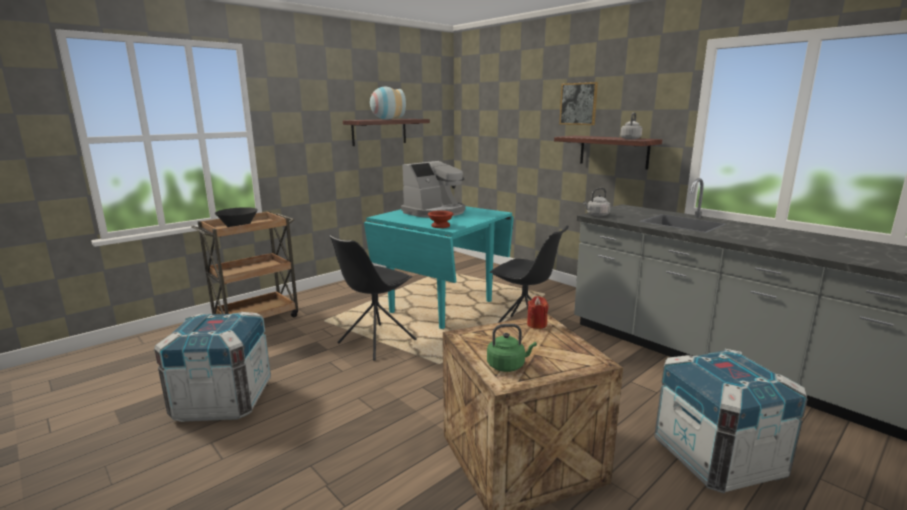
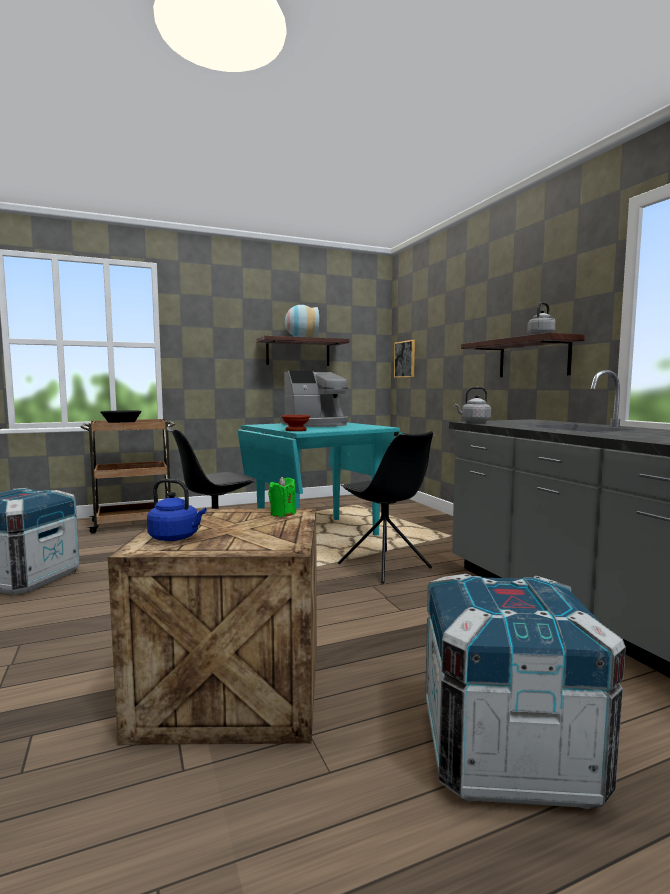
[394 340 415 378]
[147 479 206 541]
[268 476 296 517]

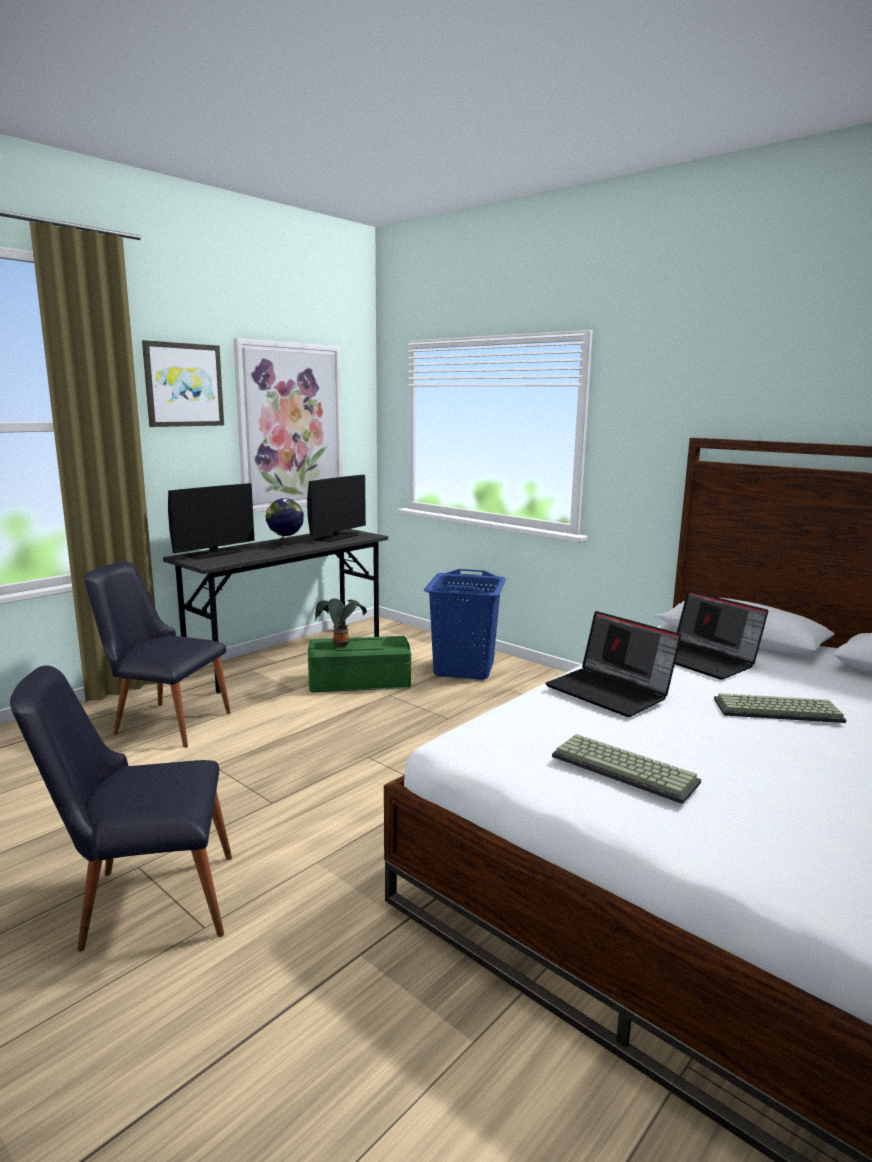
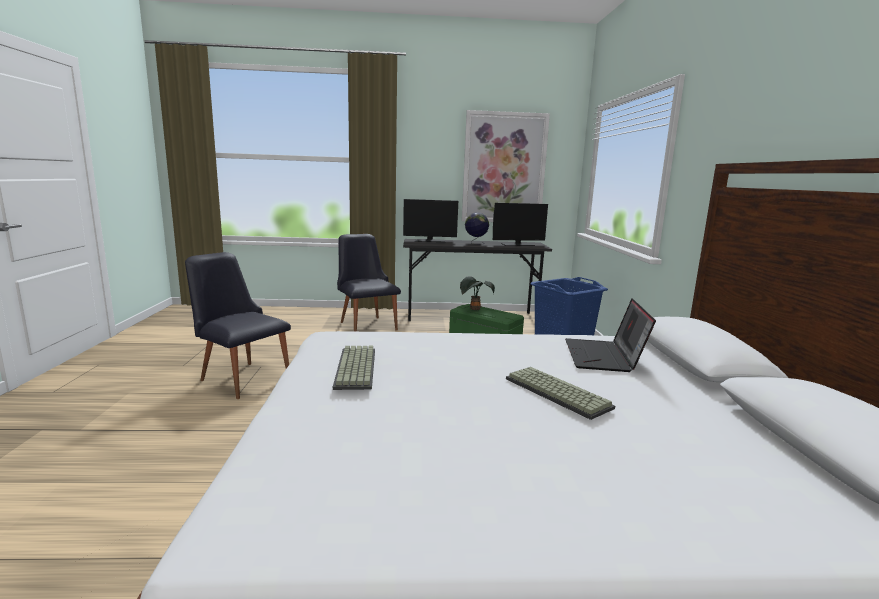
[142 340 224 427] (first image)
[545 611 681 717] (first image)

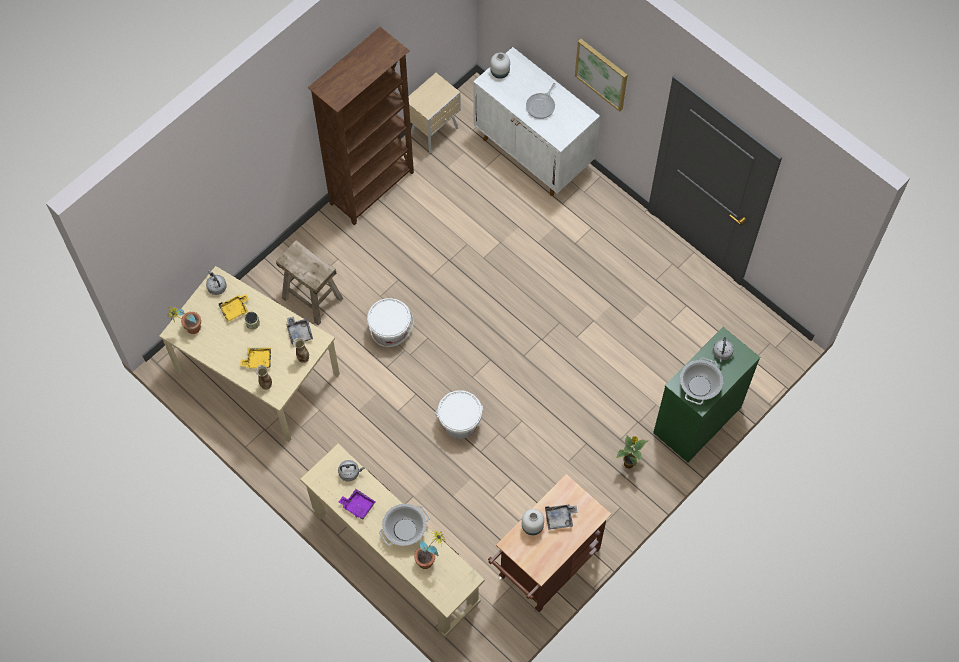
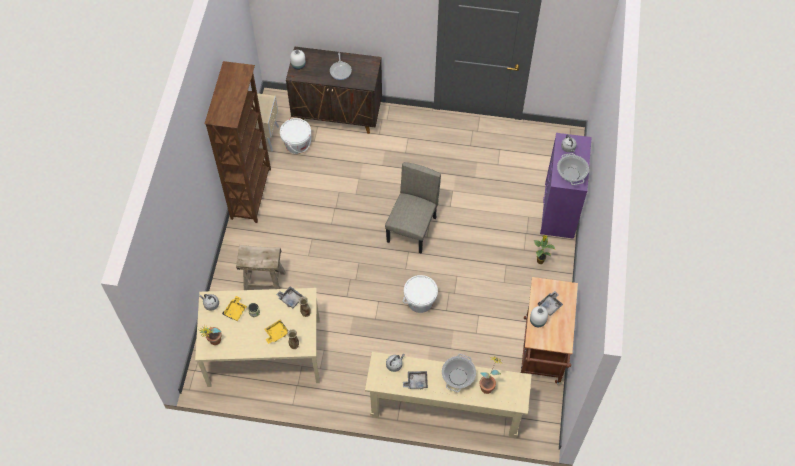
[575 39 627 112] (first image)
[385 162 441 253]
[280 118 311 154]
[403 371 428 389]
[286 47 382 134]
[540 133 592 239]

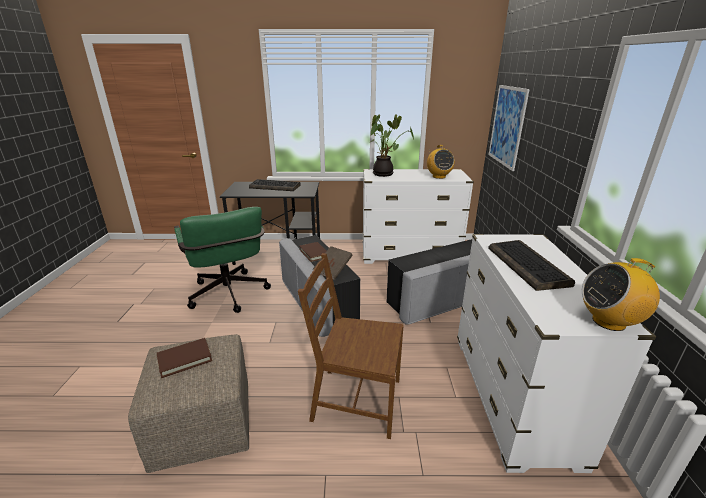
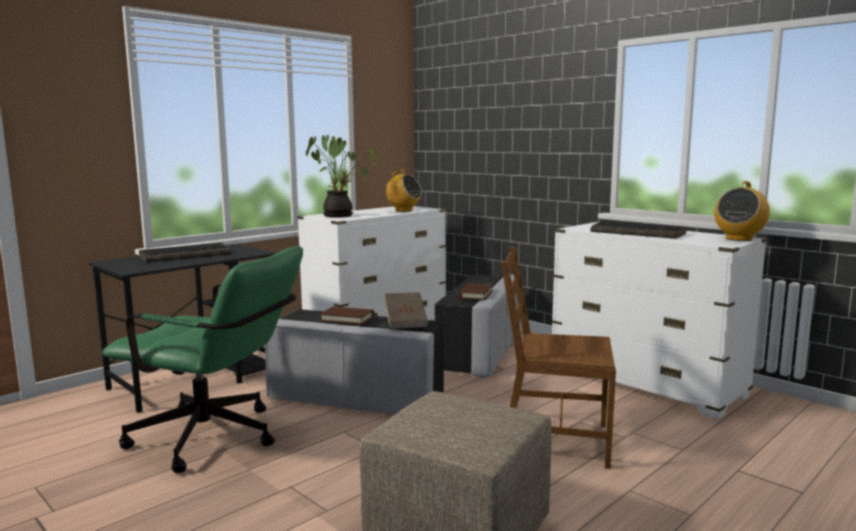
[489 85 530 171] (first image)
[458 284 493 300]
[501 247 616 469]

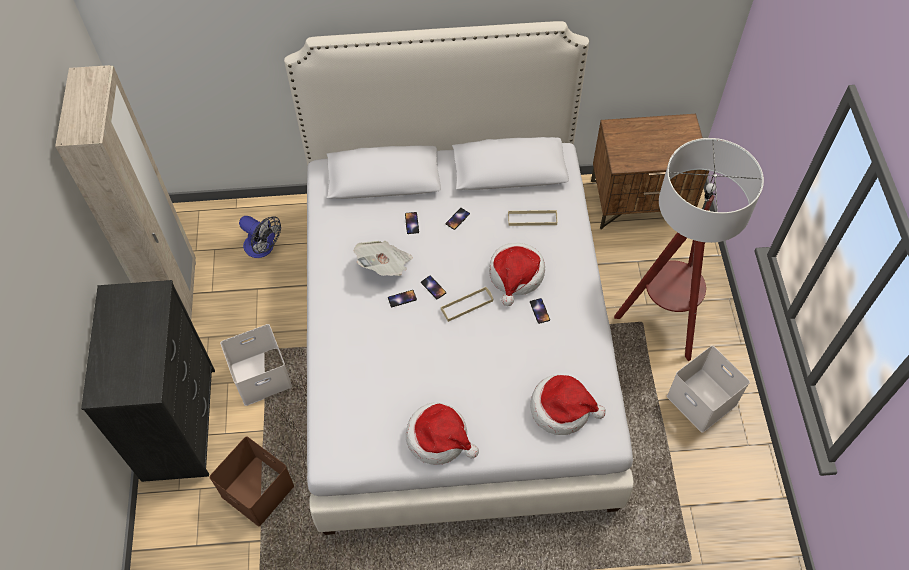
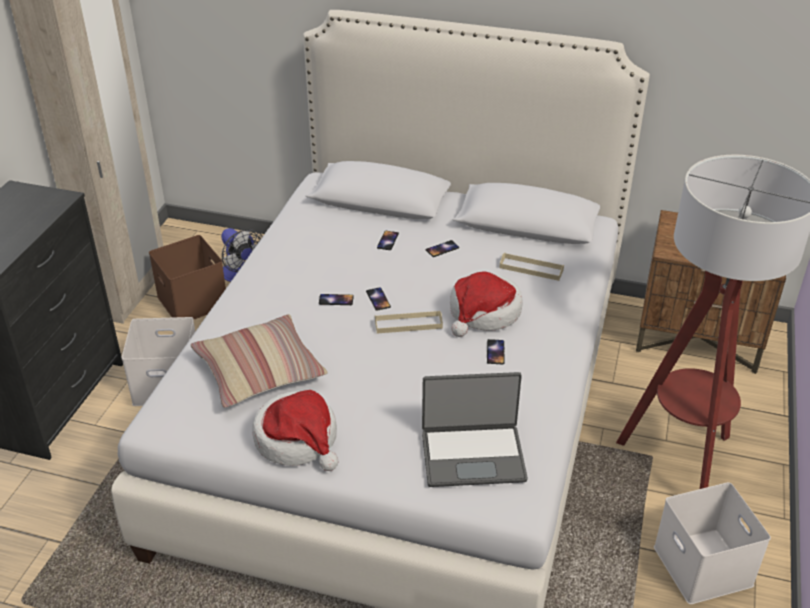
[354 241 413 276] (first image)
[191 314 327 408]
[149 235 226 319]
[422 372 528 487]

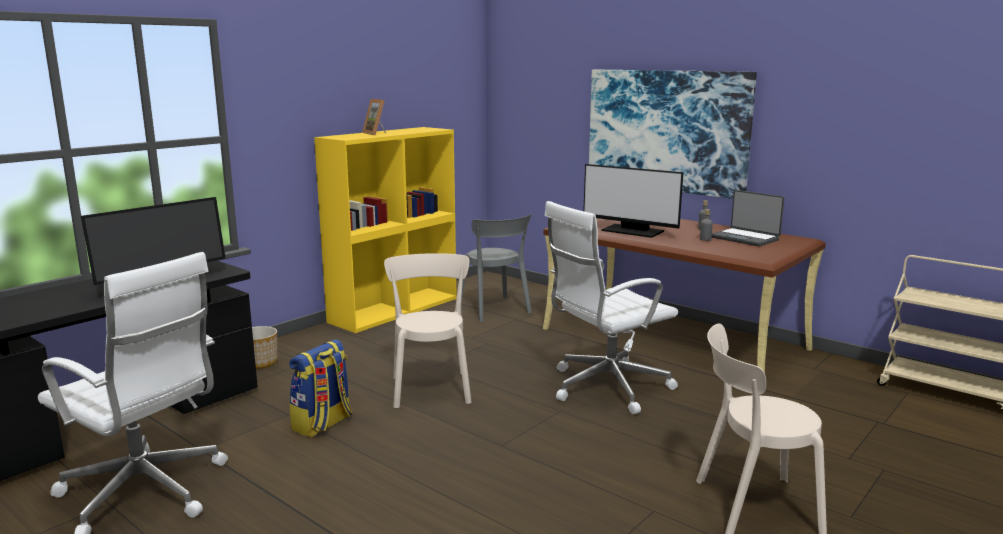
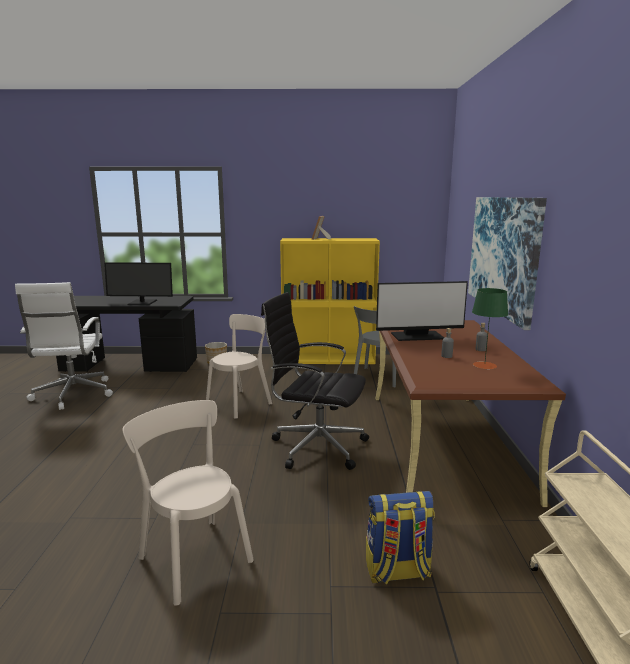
[366 491 435 585]
[472 288 508 369]
[261 292 369 470]
[376 281 468 341]

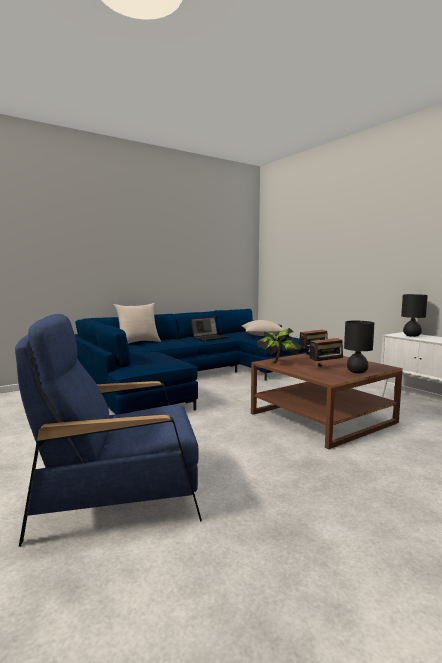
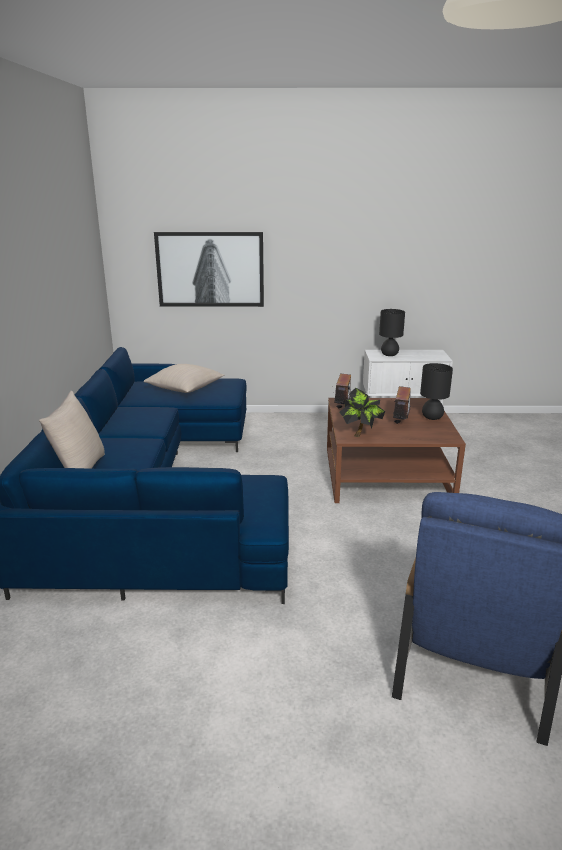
[191 317 229 341] (first image)
[154 232 264 307]

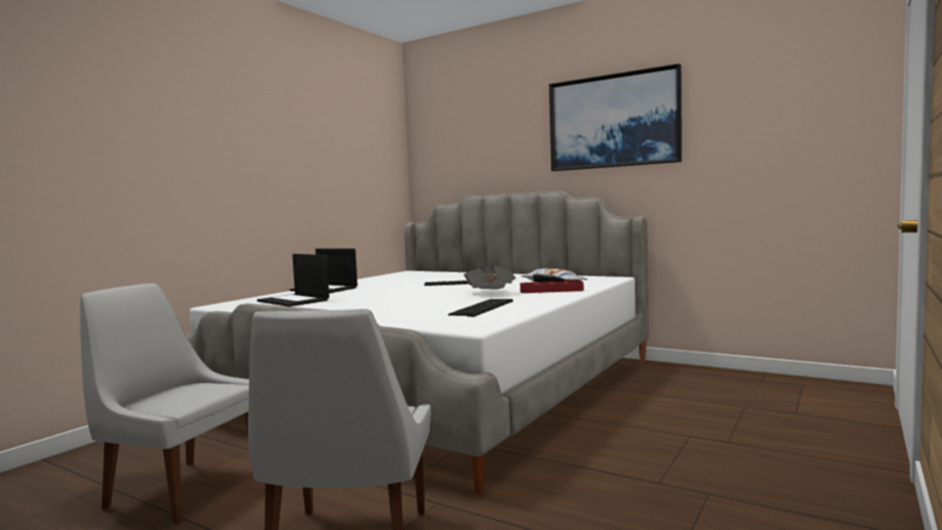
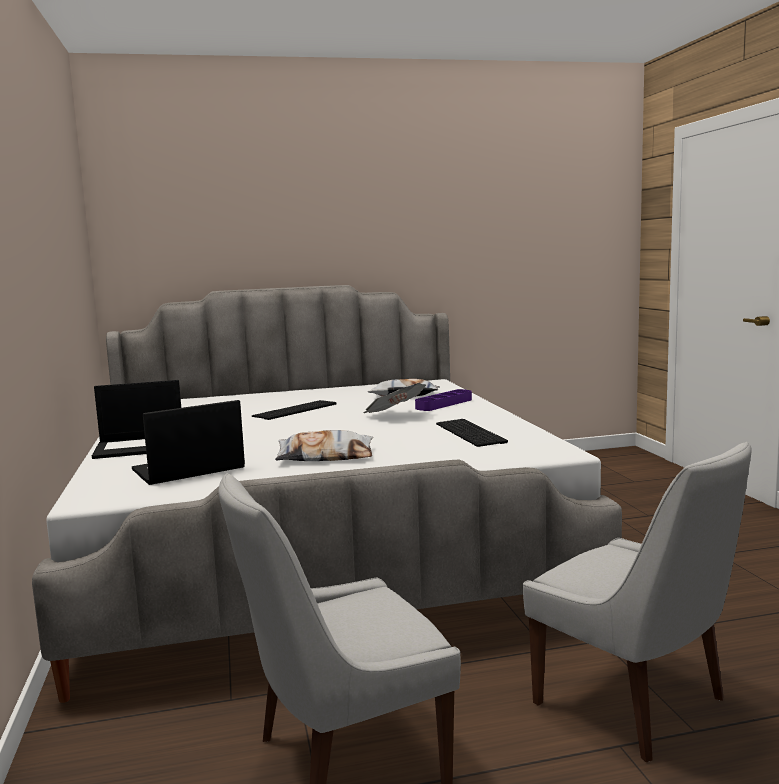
[549 64 682 171] (first image)
[275 430 373 461]
[415 389 472 411]
[132 400 245 485]

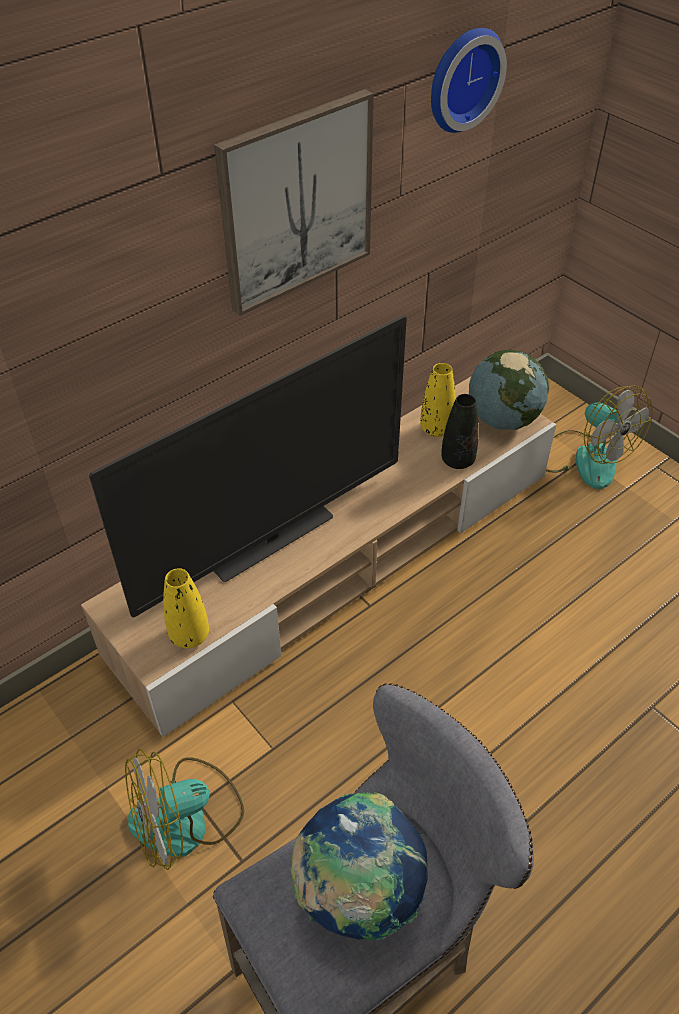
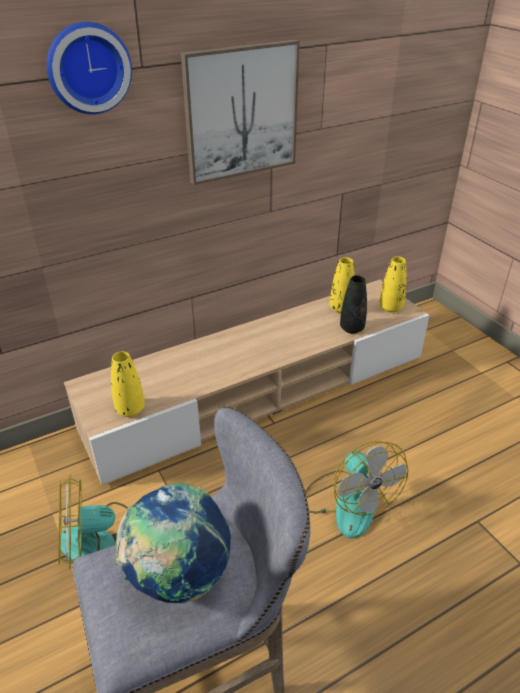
[89 316 407 617] (first image)
[47 22 132 114]
[305 441 408 539]
[380 256 407 313]

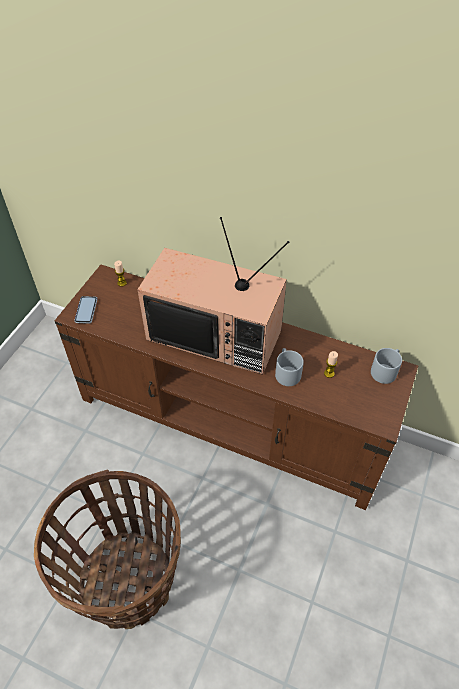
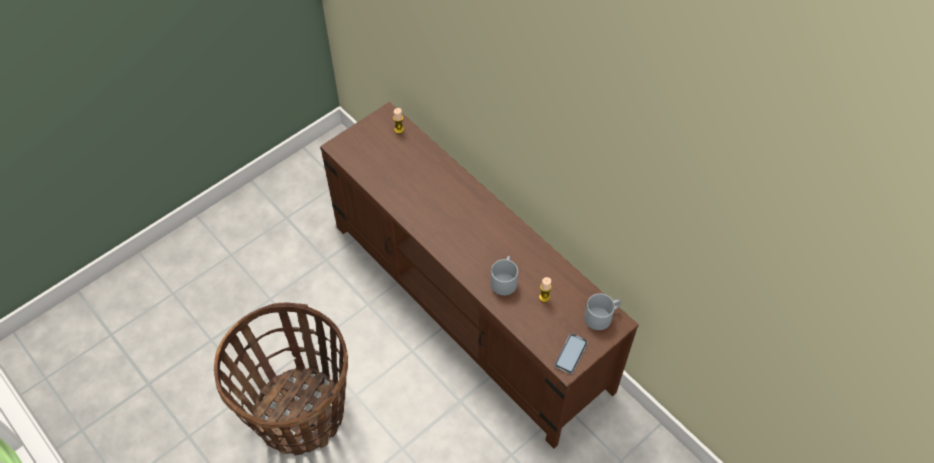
[137 217 290 375] (first image)
[554 334 588 374]

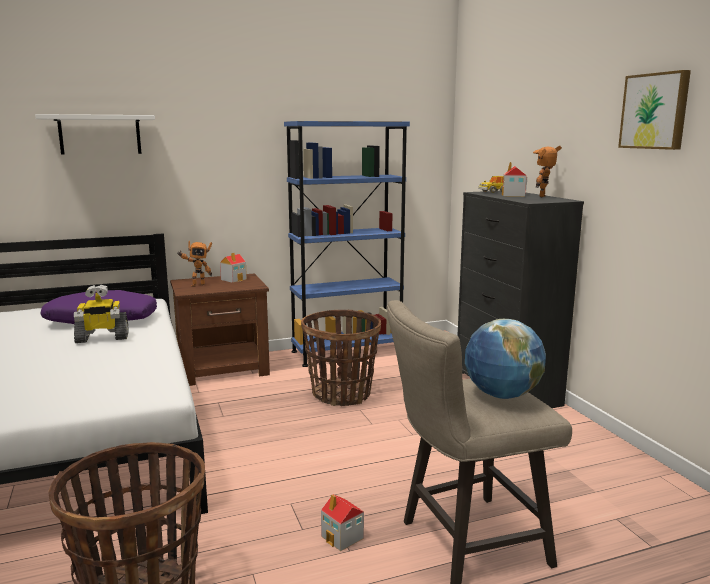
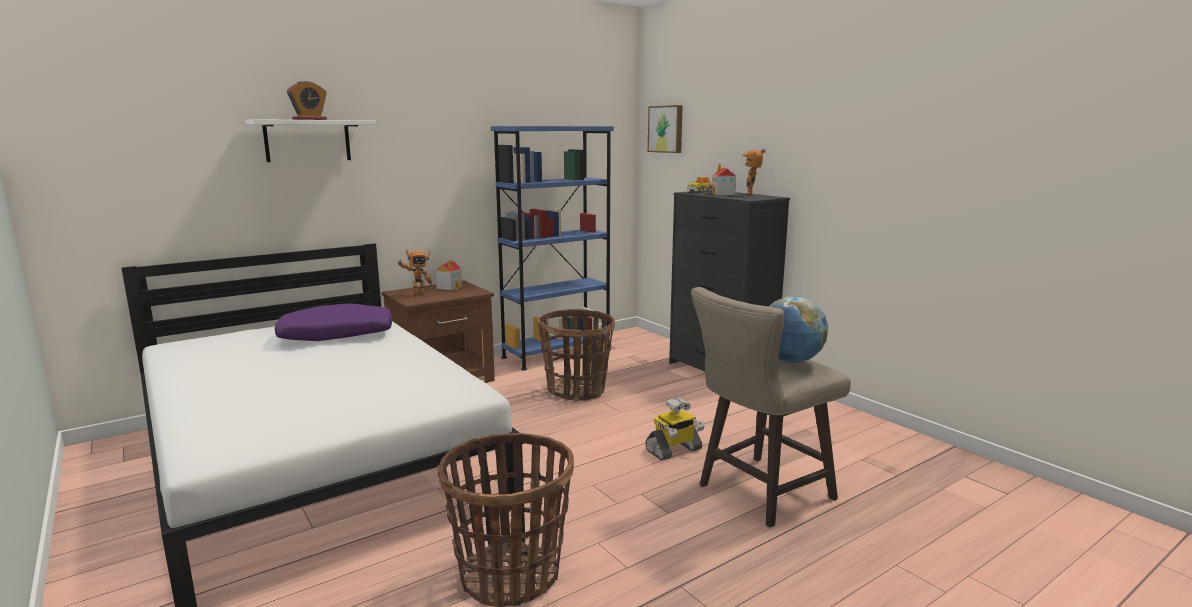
[321 494 364 551] (first image)
[287 81 327 120]
[645 397 705 461]
[648 105 683 153]

